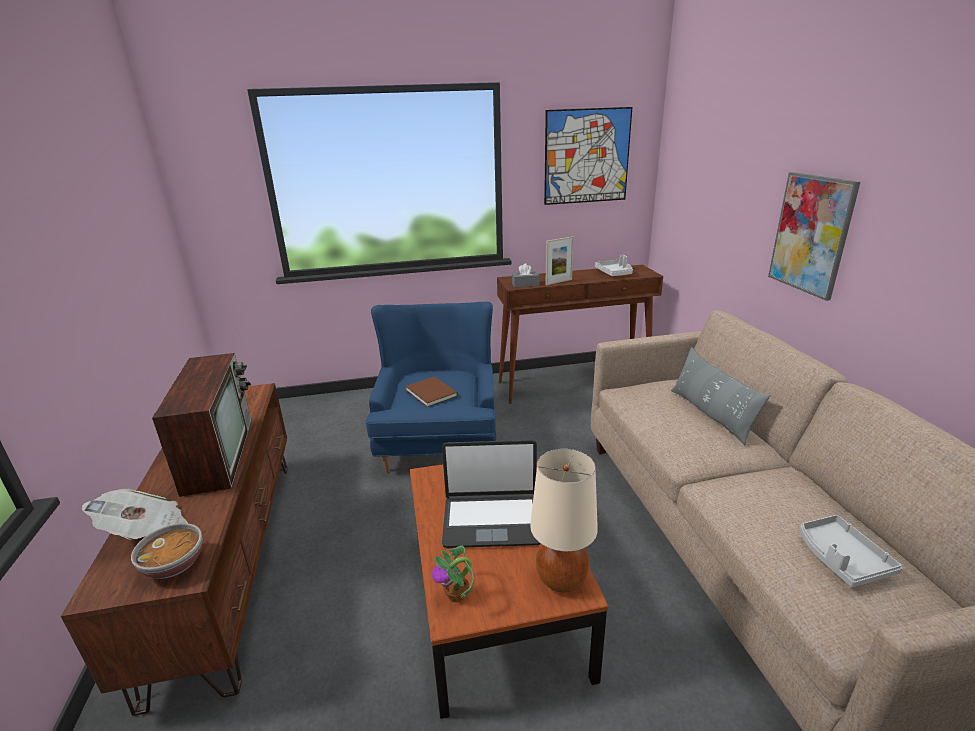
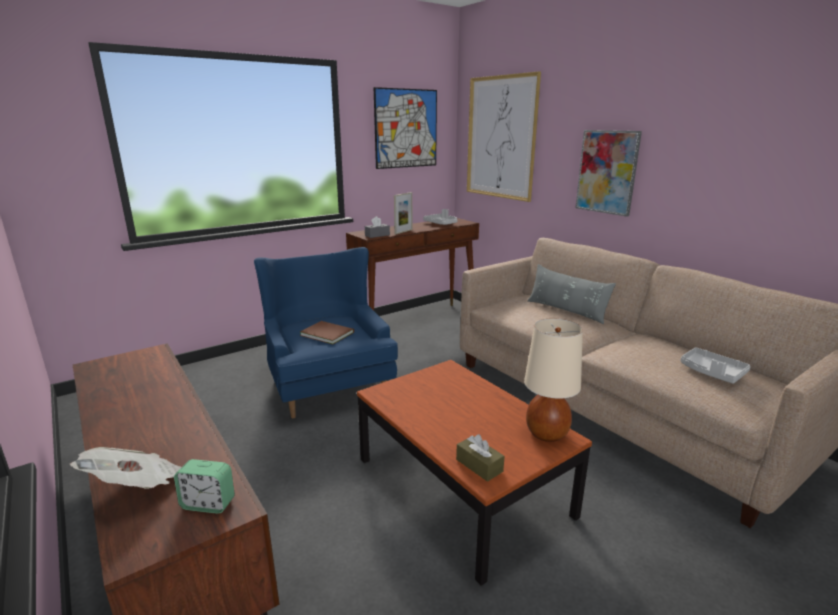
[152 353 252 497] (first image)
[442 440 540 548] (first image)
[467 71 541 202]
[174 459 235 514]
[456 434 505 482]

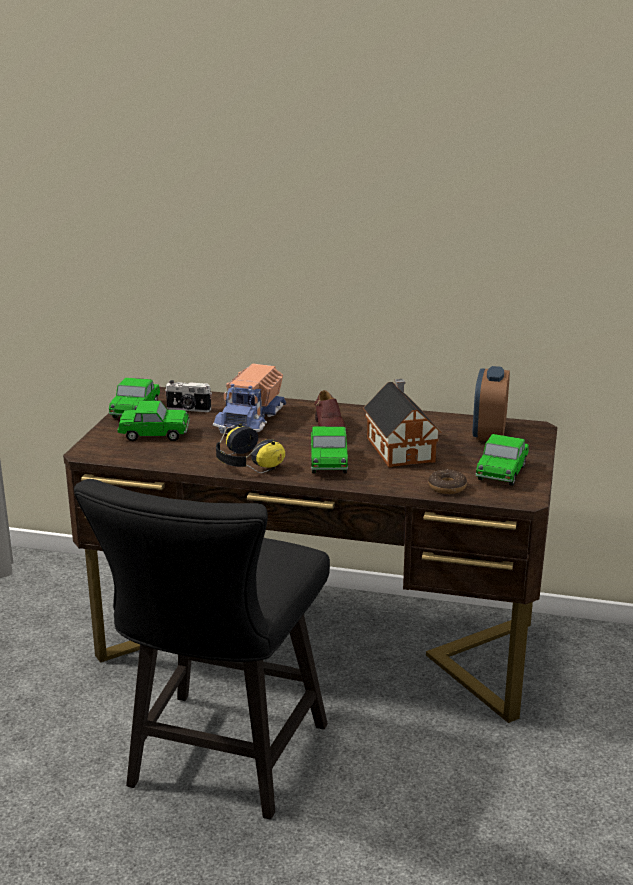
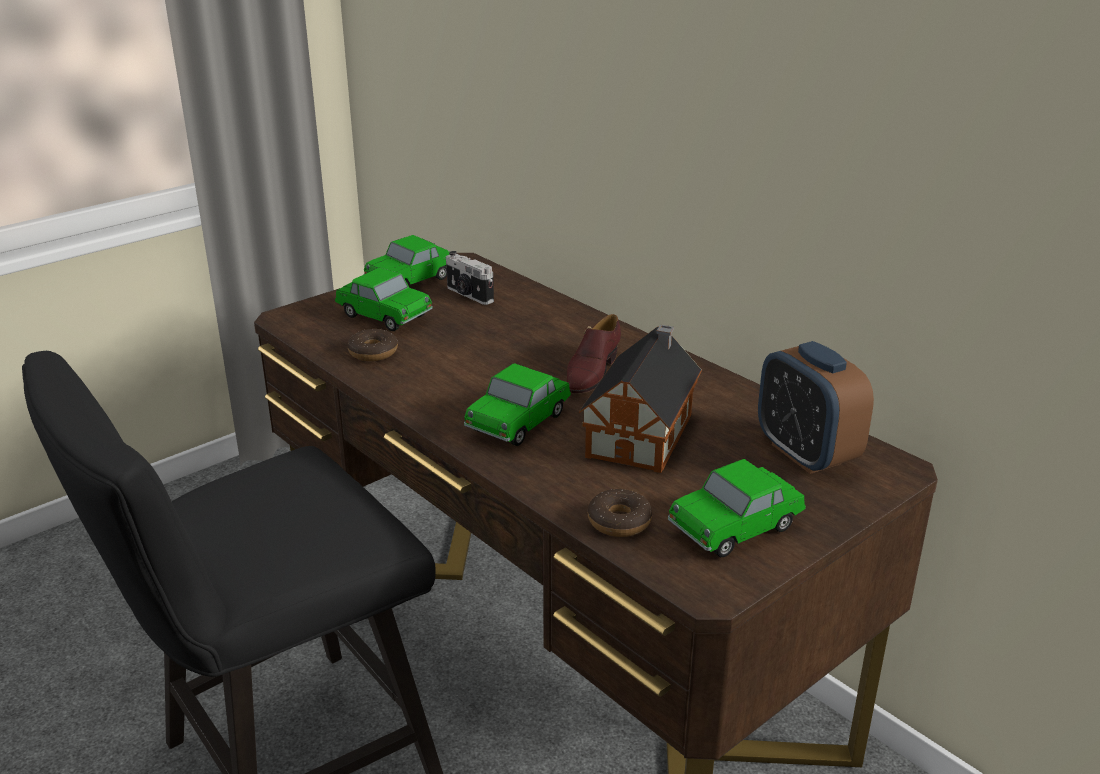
[213 364 286 434] (first image)
[216 423 285 473] (first image)
[347 329 398 361]
[758 341 874 474]

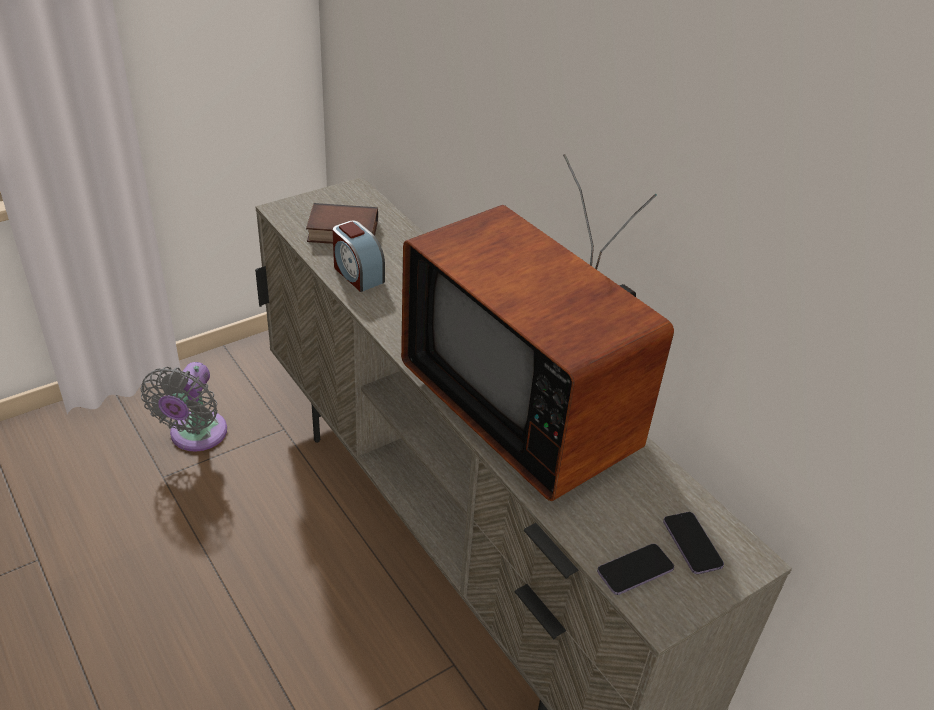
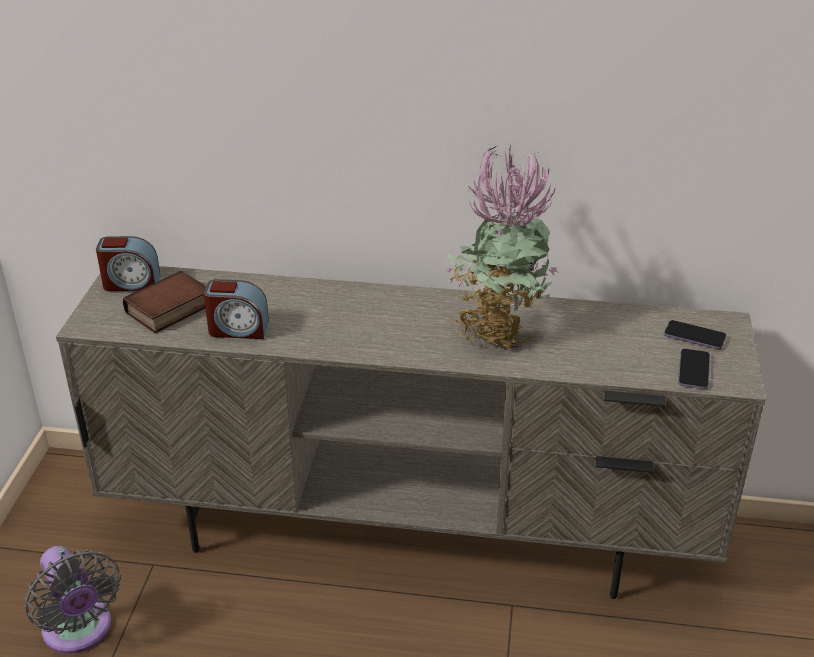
[96 236 161 291]
[445 145 559 351]

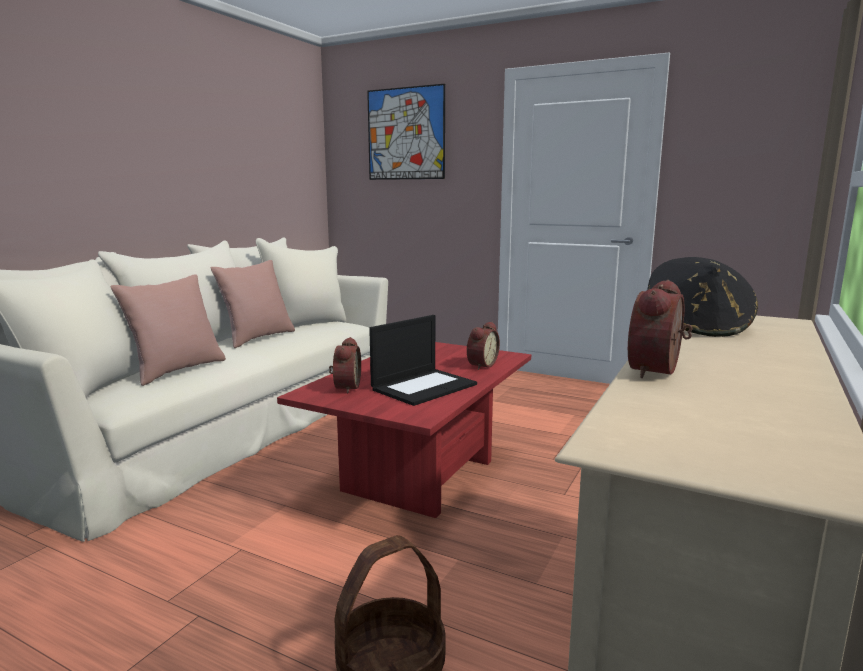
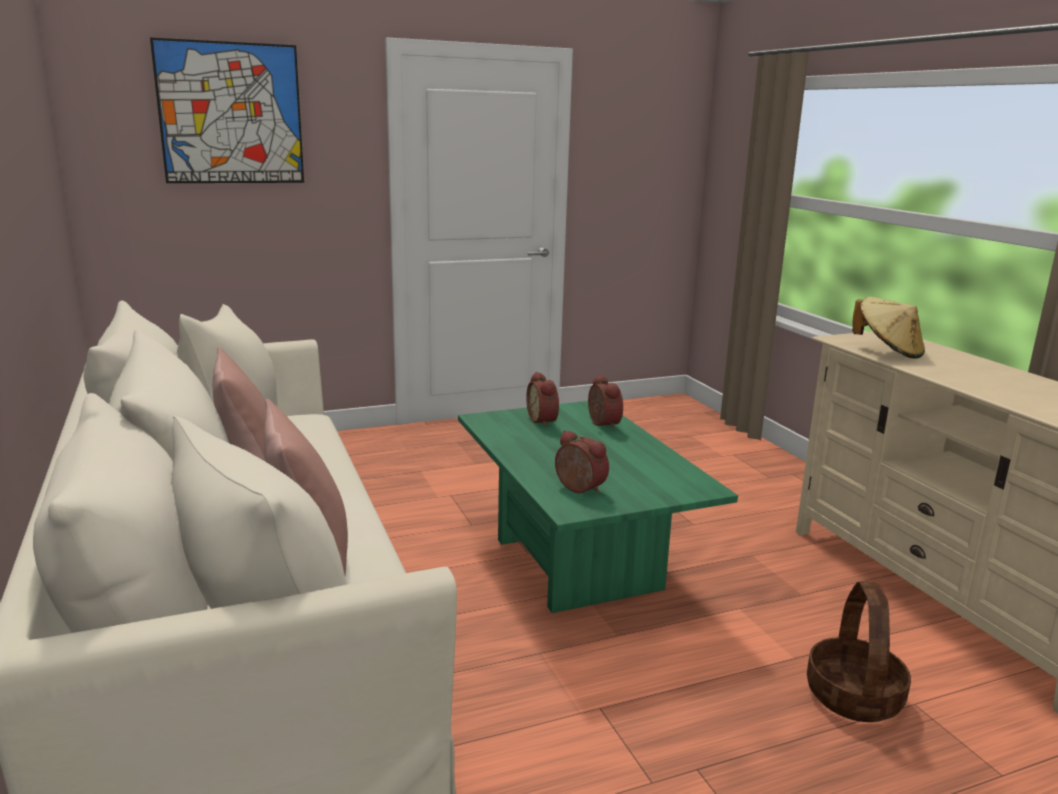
[369 315 477 406] (first image)
[526 372 559 427]
[458 401 738 613]
[852 297 925 358]

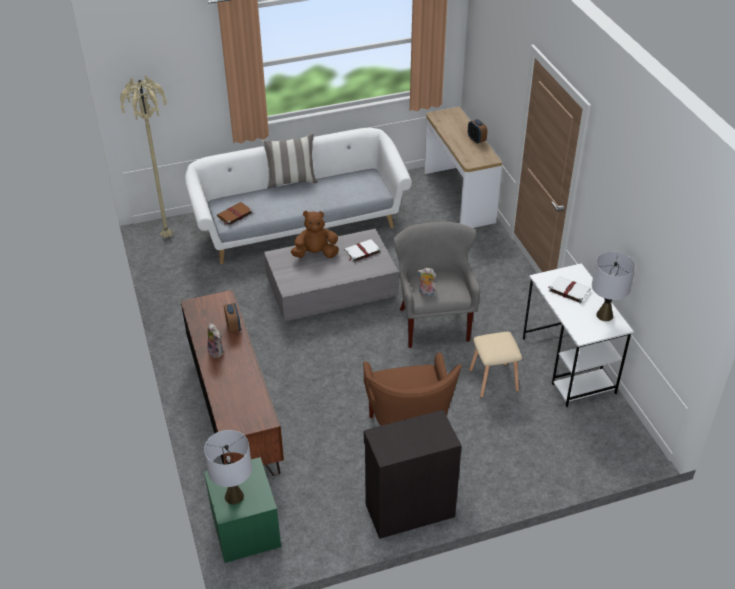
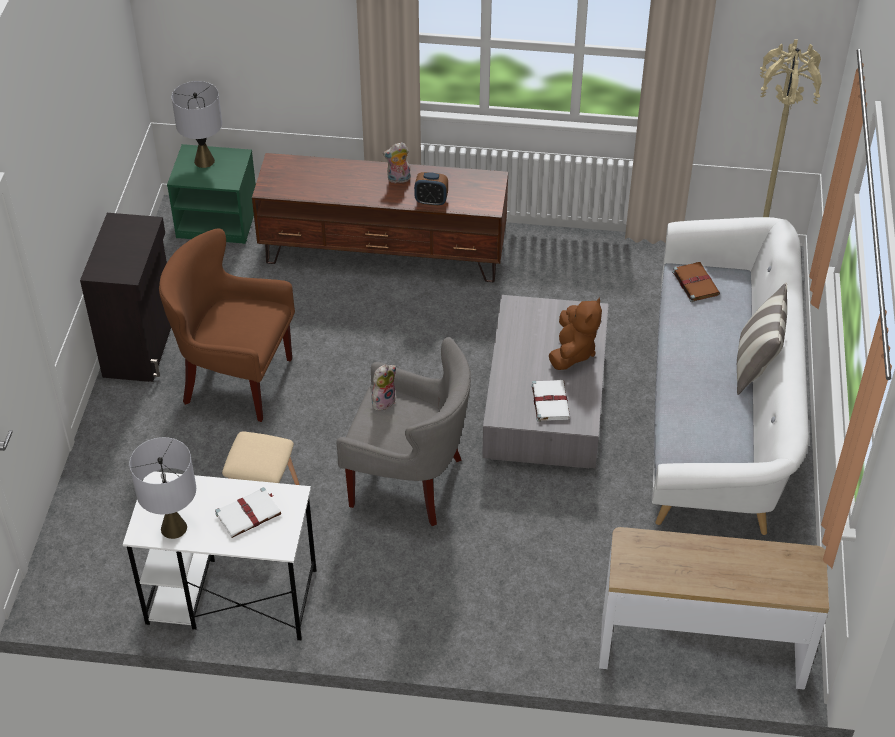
[468 119 487 144] (first image)

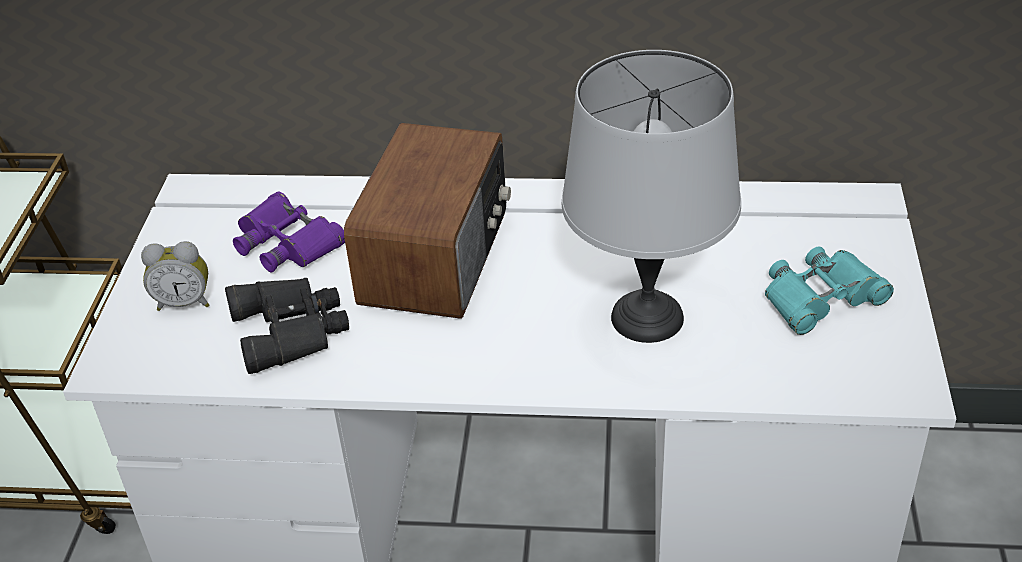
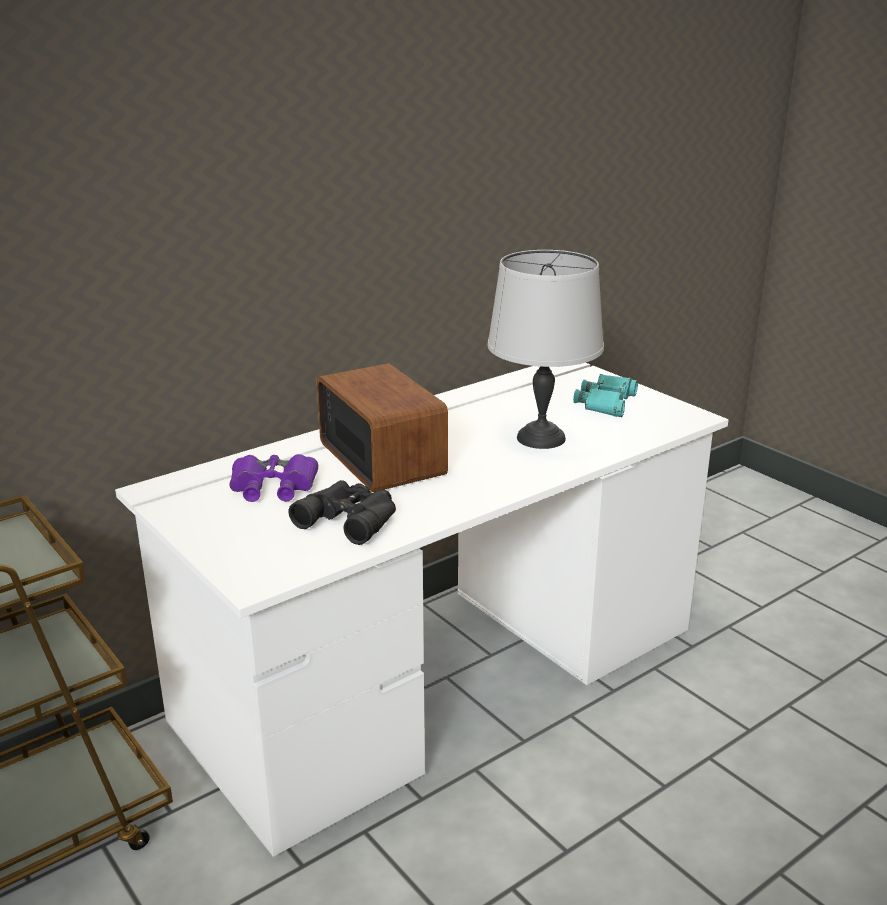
[141 241 209 311] (first image)

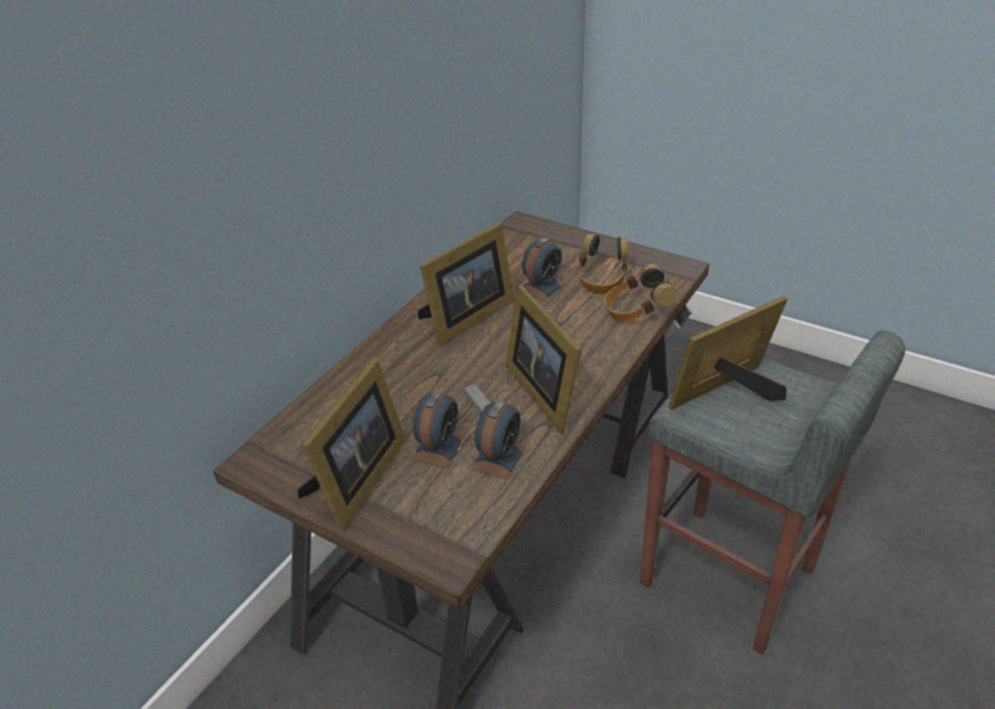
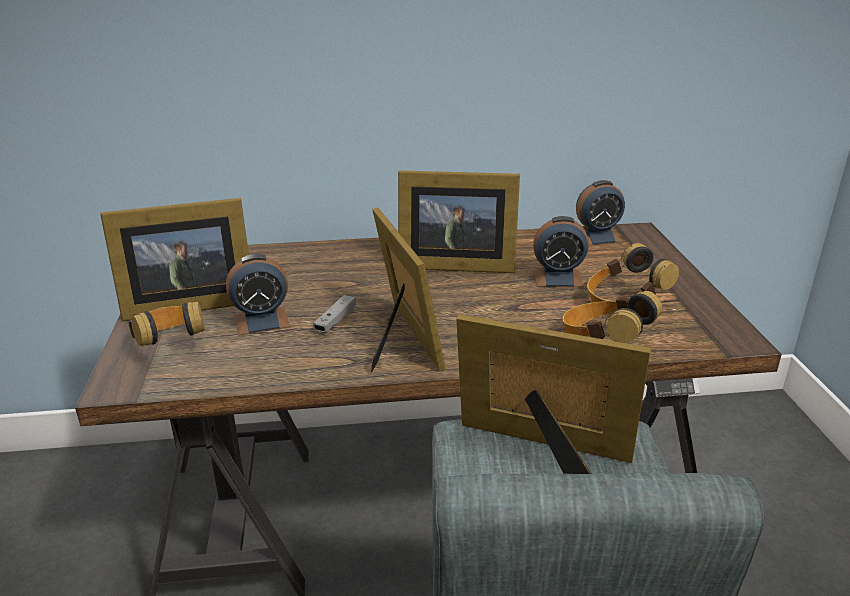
[129 300 205 347]
[576 180 625 246]
[371 208 445 372]

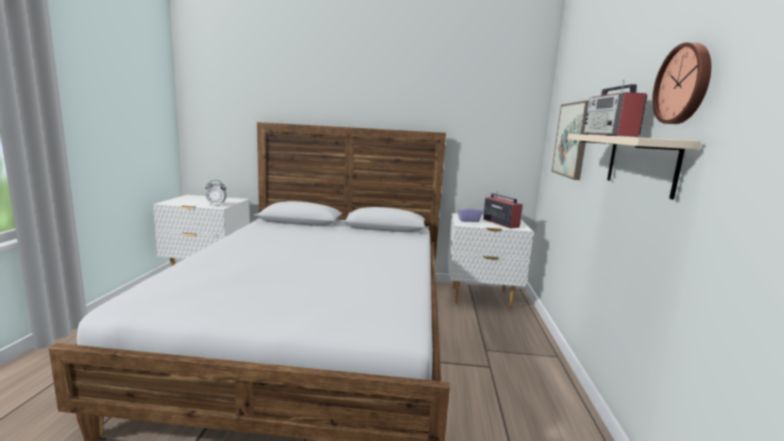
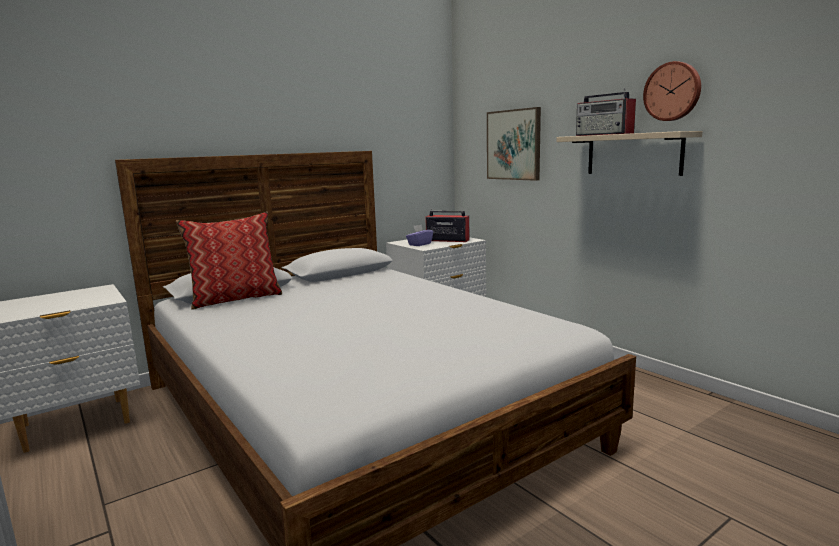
[206 180 227 206] (first image)
[176 212 282 310]

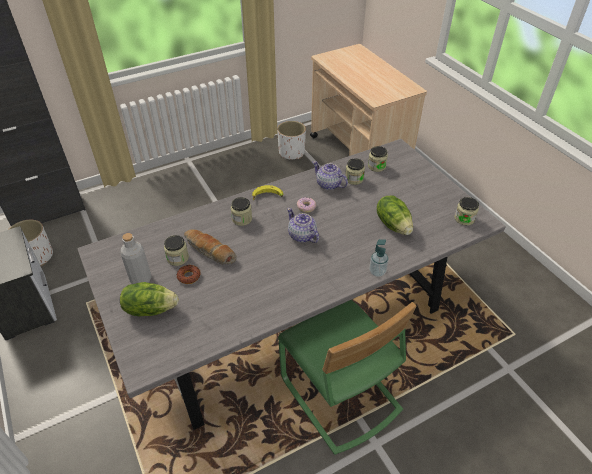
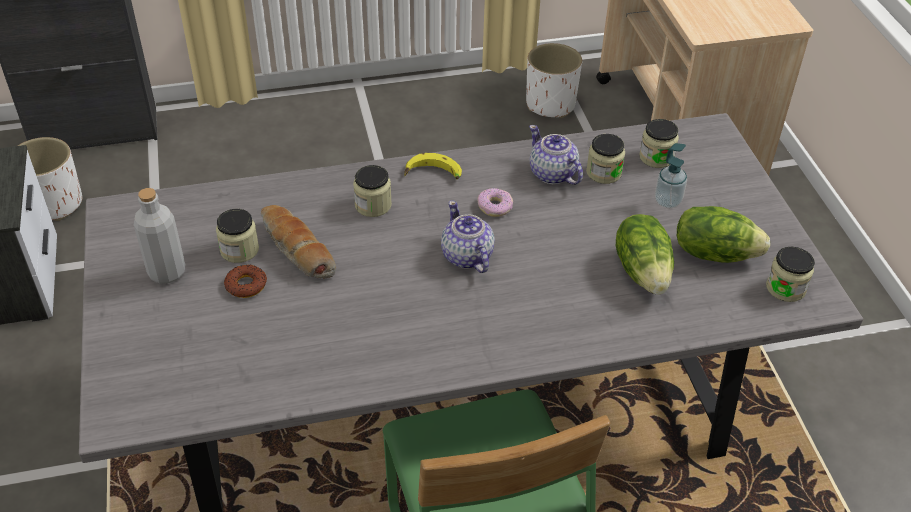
[677 206 770 263]
[655 143 687 208]

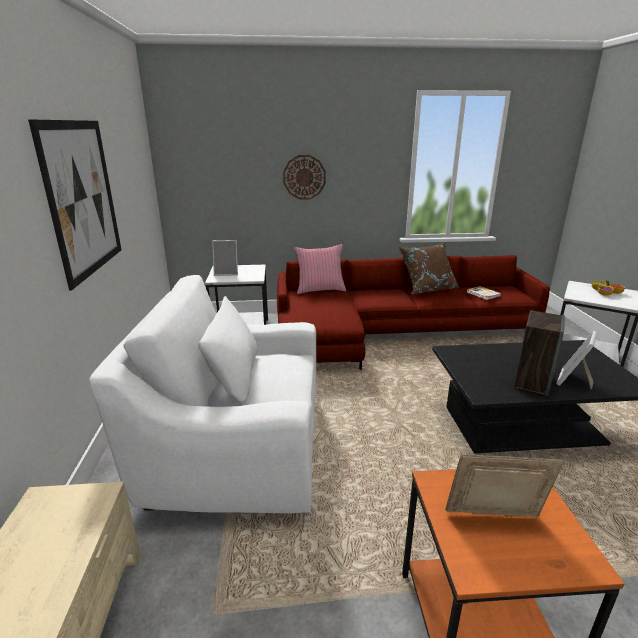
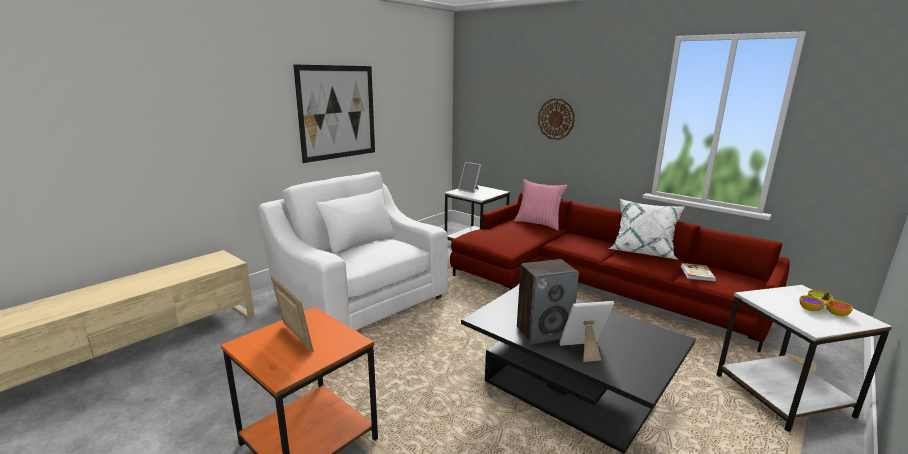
[608 199 684 260]

